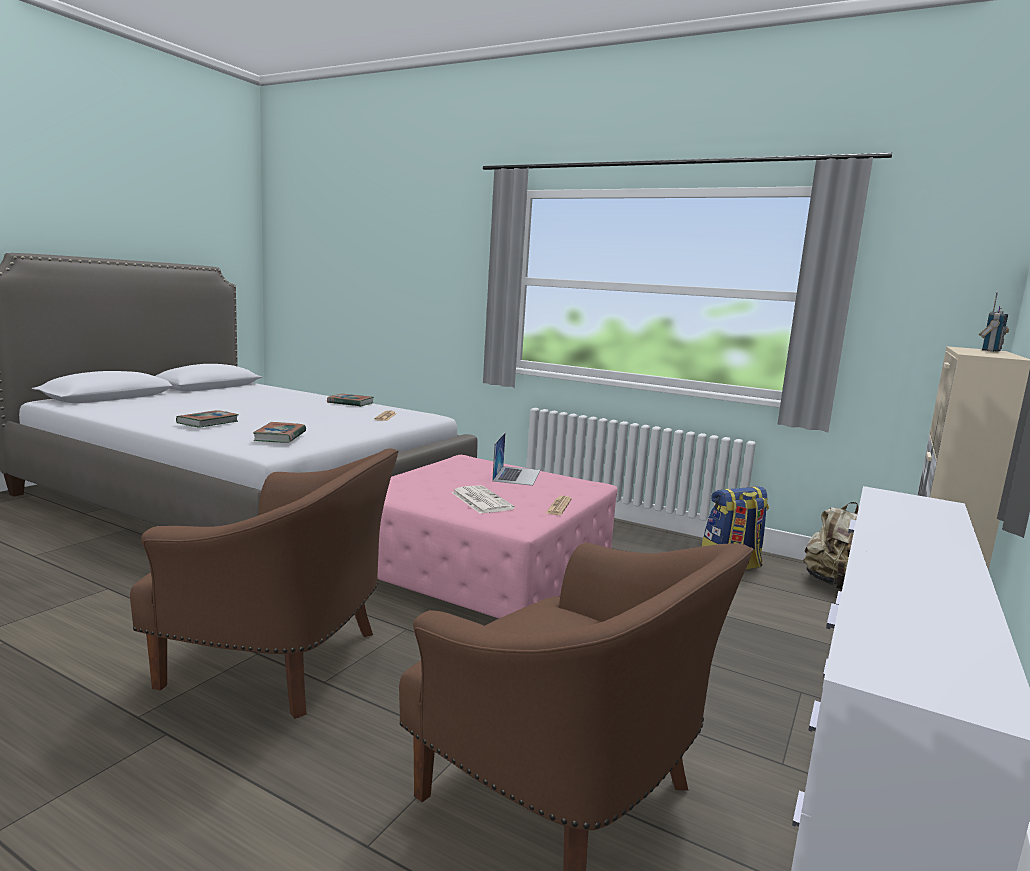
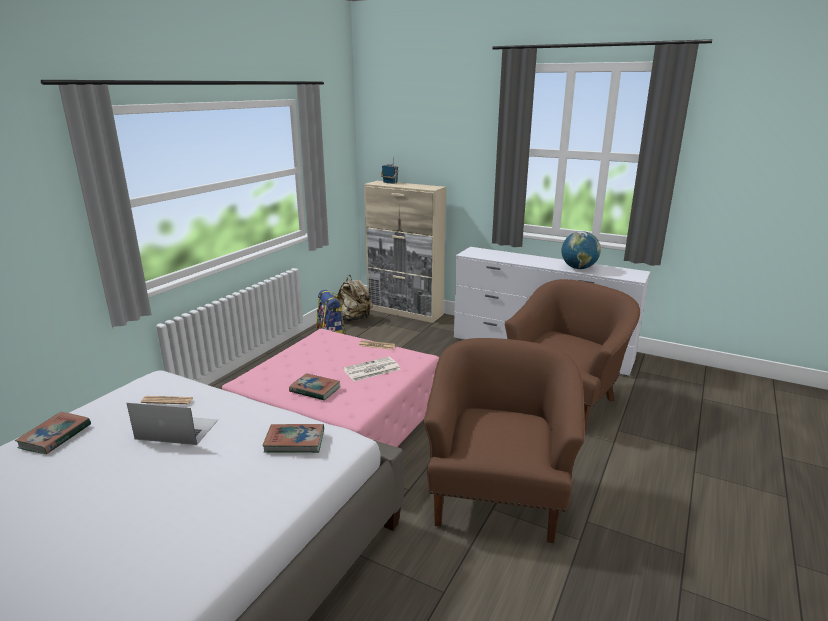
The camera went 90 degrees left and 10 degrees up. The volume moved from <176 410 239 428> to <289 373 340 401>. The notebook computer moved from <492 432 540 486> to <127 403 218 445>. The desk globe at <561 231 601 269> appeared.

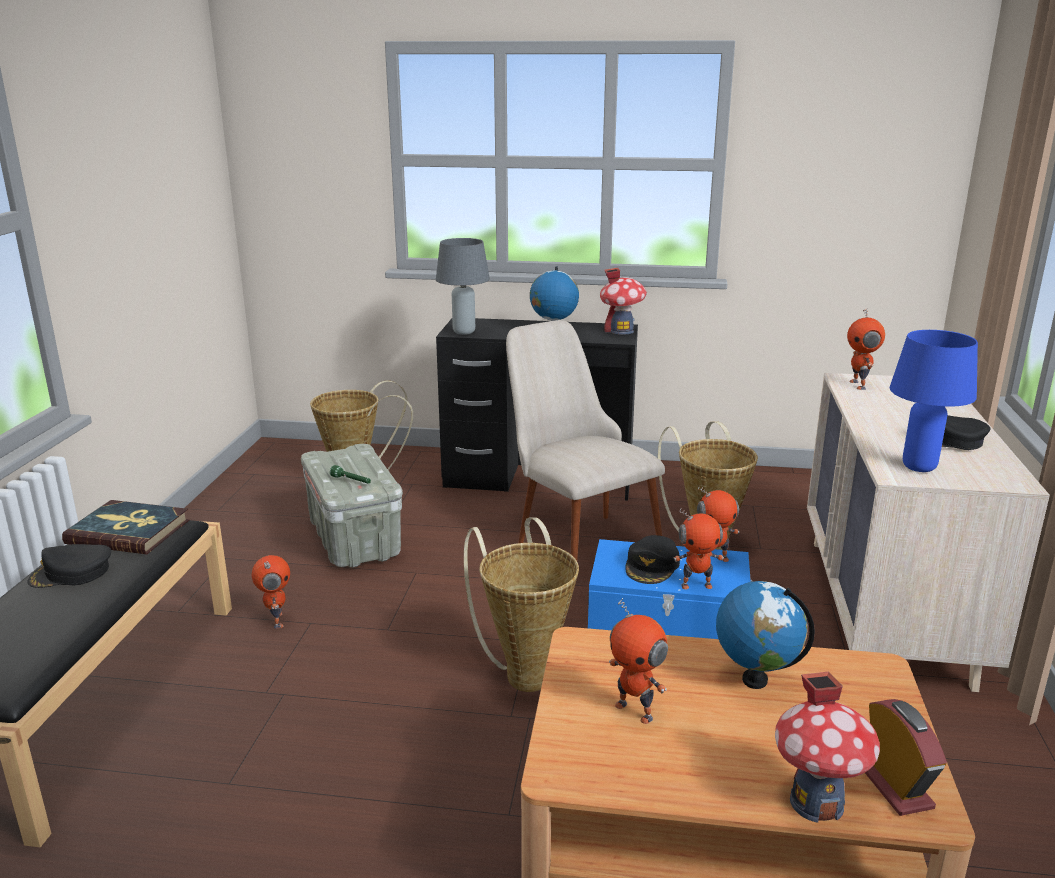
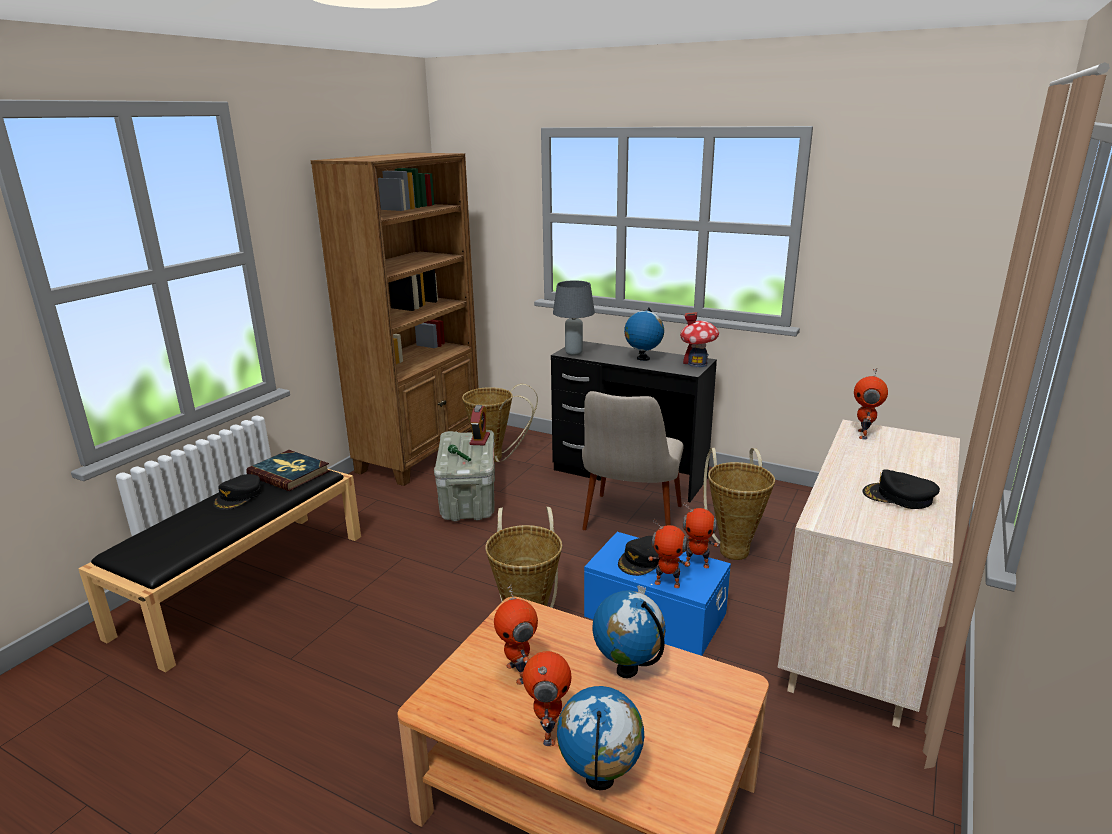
The camera went 20 degrees right and 0 degrees up. The plain chair in beige-coloured at <506 320 665 585> turned 150 degrees counterclockwise. The lamp for a table in blue at <890 330 978 472> disappeared. The cap in black at <27 544 111 588> turned 75 degrees counterclockwise. The robot figure moved from <252 555 290 629> to <523 651 572 746>. The toy house at <775 671 880 823> was replaced by the desk globe at <557 686 644 790>. The table clock moved from <865 699 947 816> to <470 405 490 445>. The shelving unit in brown at <310 153 479 486> appeared.

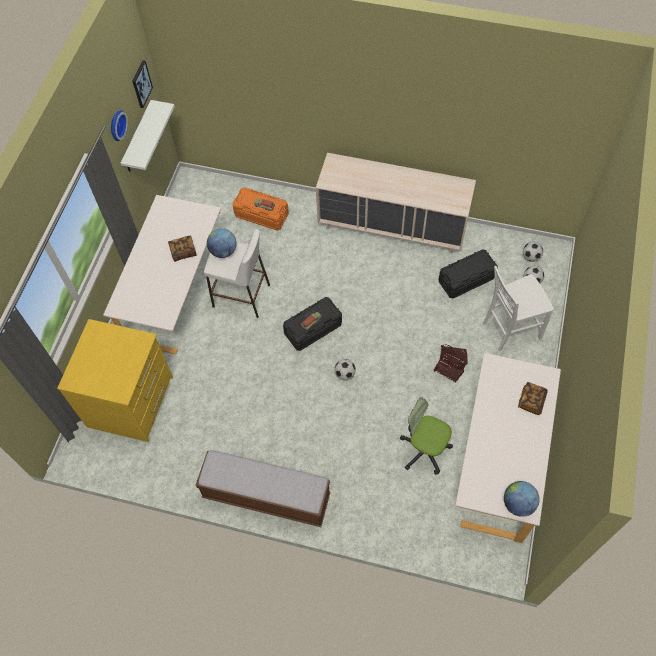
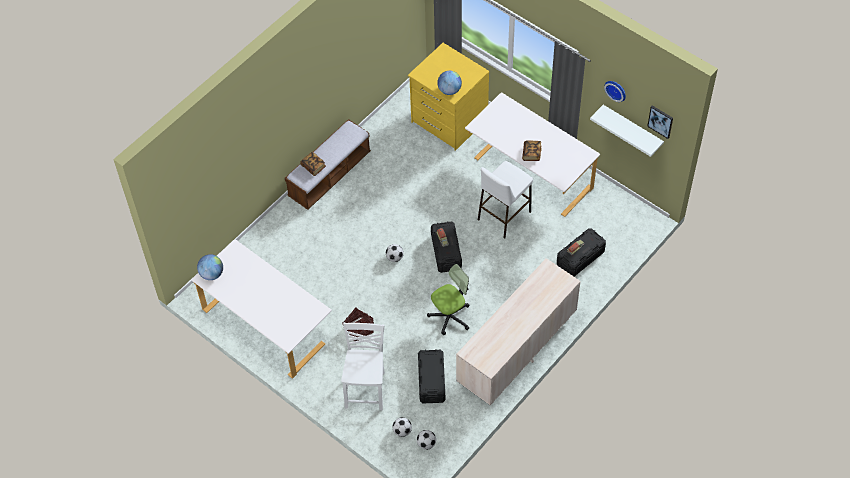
The camera went 115 degrees right and 5 degrees down. The storage box in orange-coloured at <232 187 289 231> became the storage box in black at <557 228 606 277>. The desk globe moved from <207 228 237 258> to <437 71 462 95>. The volume moved from <518 382 548 415> to <300 152 326 176>. The office chair moved from <400 397 453 474> to <427 264 470 335>.

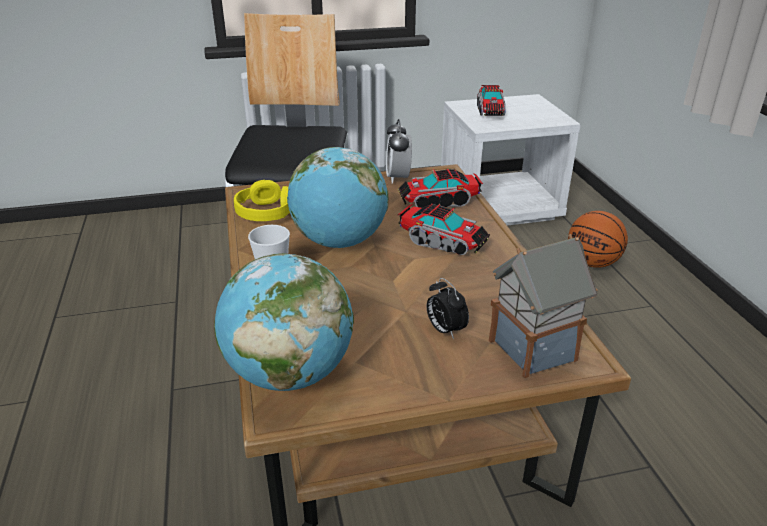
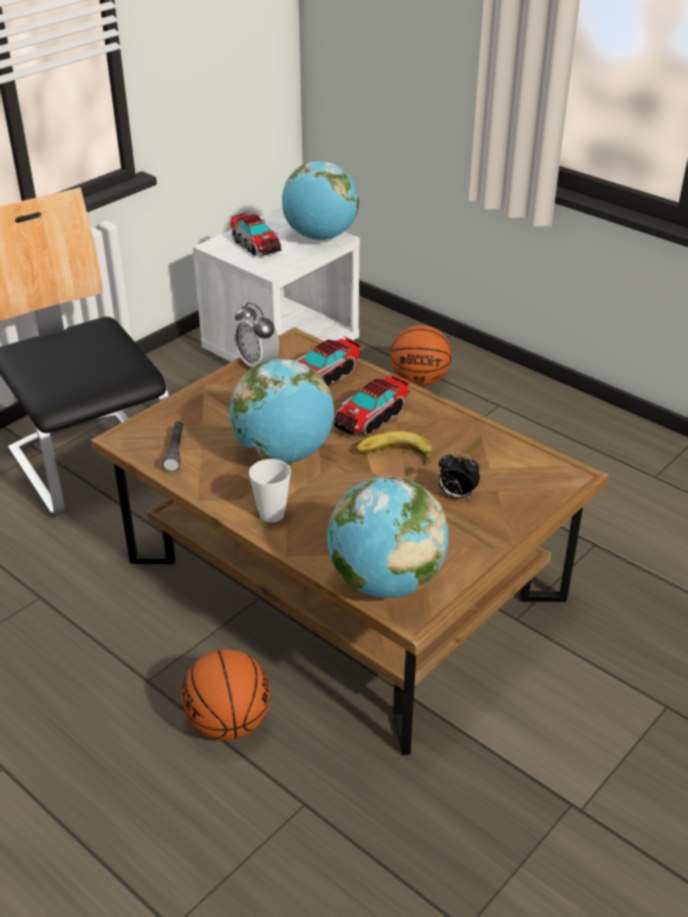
The camera went 35 degrees left and 5 degrees up. The headset in yellow at <234 180 290 221> was replaced by the flashlight in gray at <163 421 183 472>. The model truck at <398 204 490 255> turned 135 degrees clockwise. The toy house at <489 234 598 378> disappeared. The desk globe at <282 161 359 240> appeared. The whole banana at <356 431 433 464> appeared. The basketball ball at <181 649 271 741> appeared.

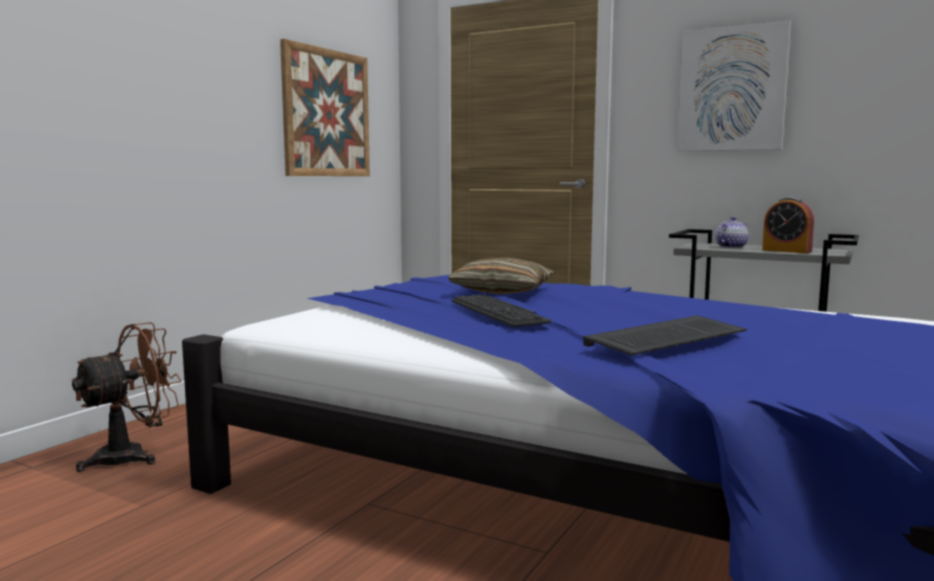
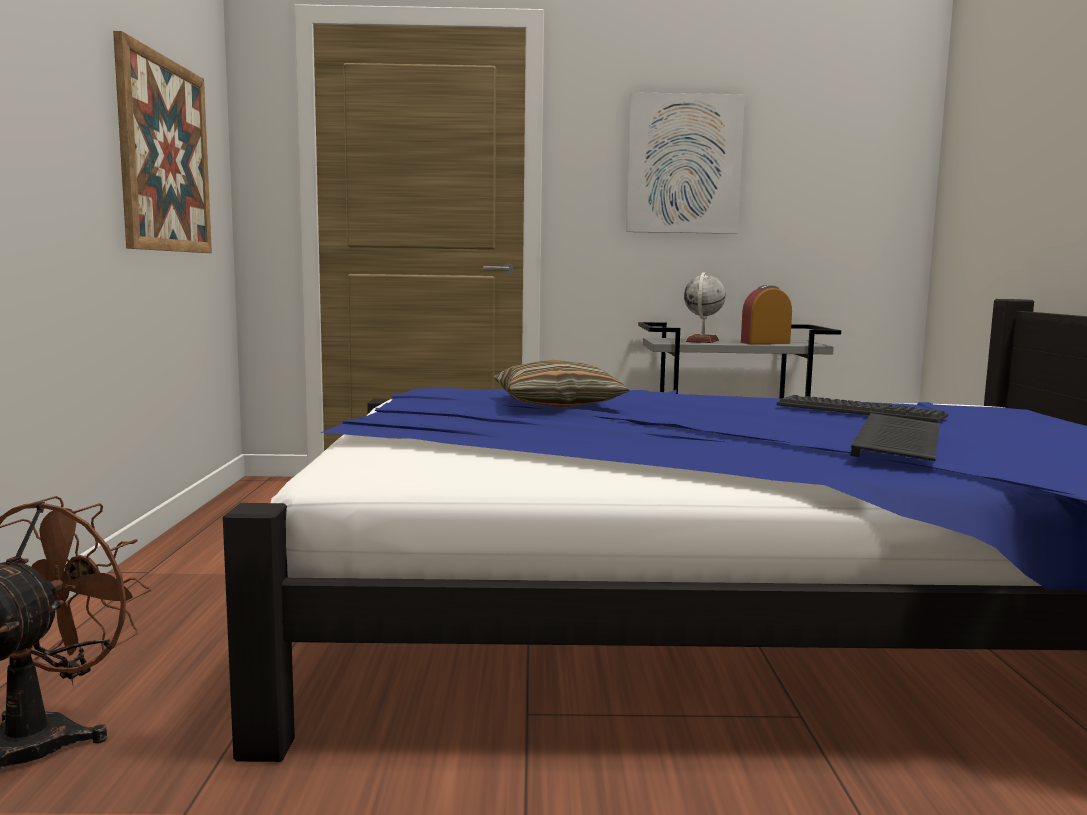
The camera went 30 degrees left and 0 degrees up. The table clock at <762 197 814 253> turned 150 degrees clockwise. The teapot at <715 217 749 248> was replaced by the desk globe at <684 272 726 343>. The PC keyboard moved from <452 294 551 327> to <777 395 949 422>.

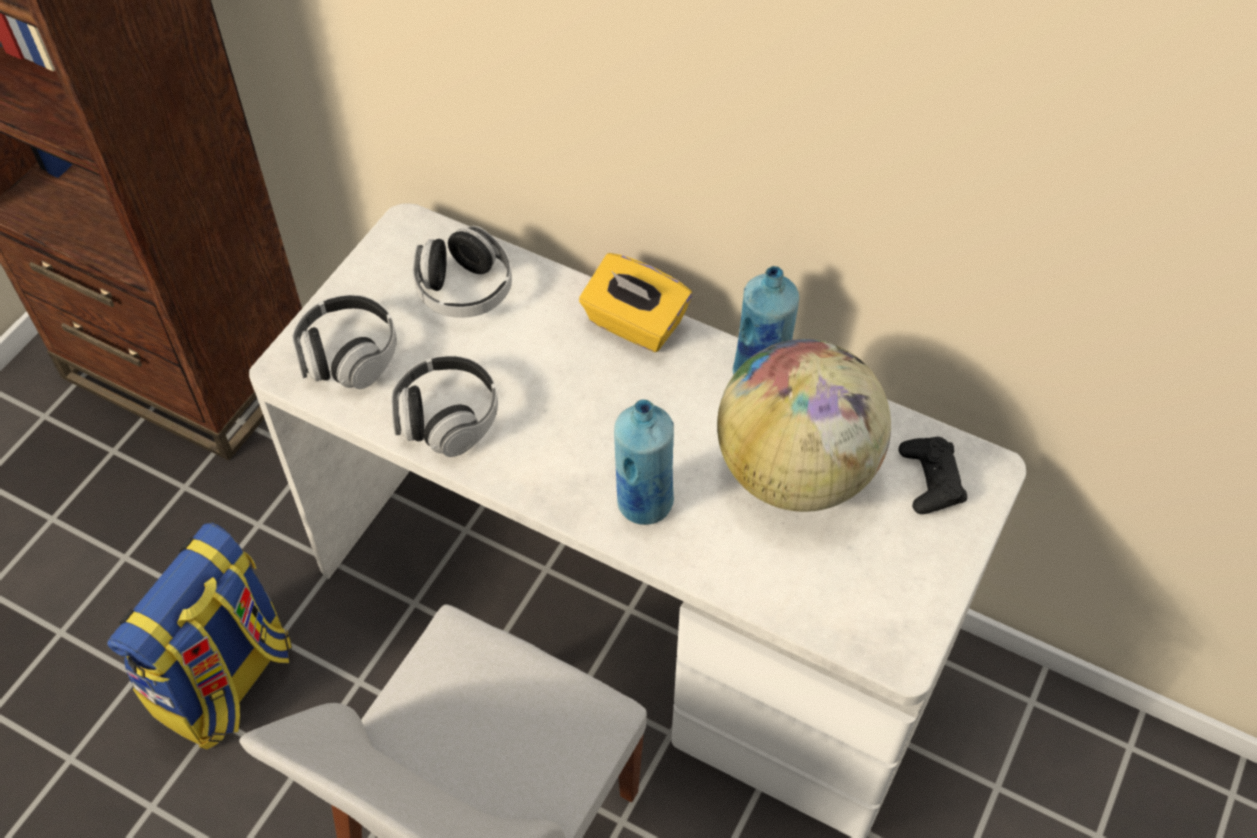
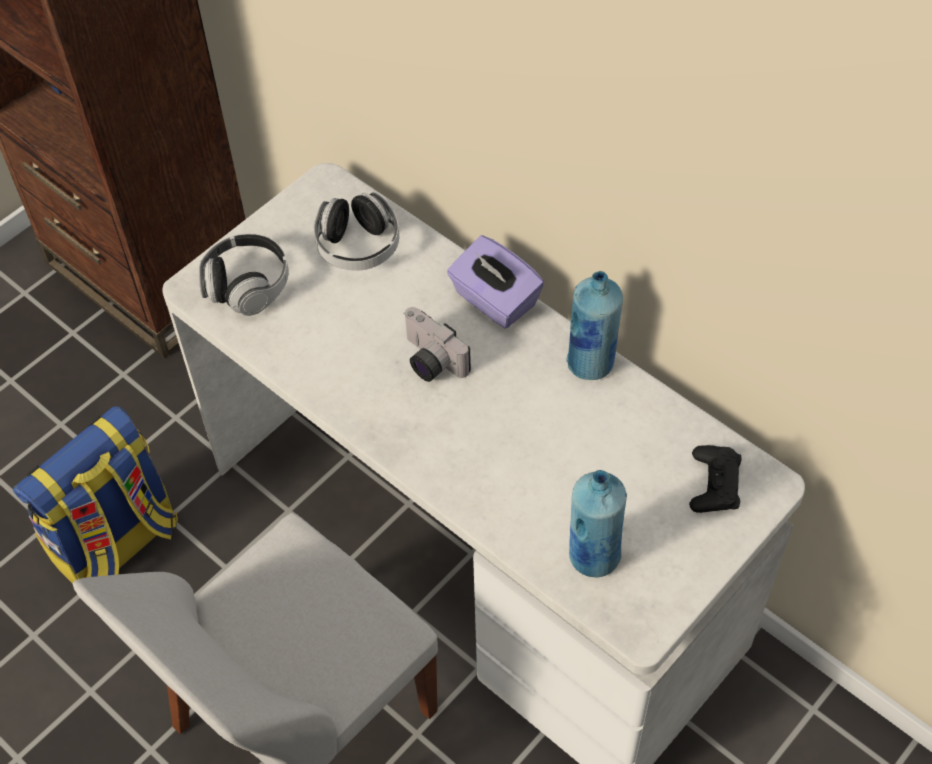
The camera went 15 degrees right and 0 degrees up. The box of tissues in yellow at <579 253 692 352> became the box of tissues in purple-coloured at <447 235 544 329>. The desk globe at <717 339 891 512> disappeared. The headset at <391 355 498 457> disappeared. The drink bottle in blue moved from <614 399 674 525> to <569 470 627 577>. The photo camera at <404 307 471 382> appeared.

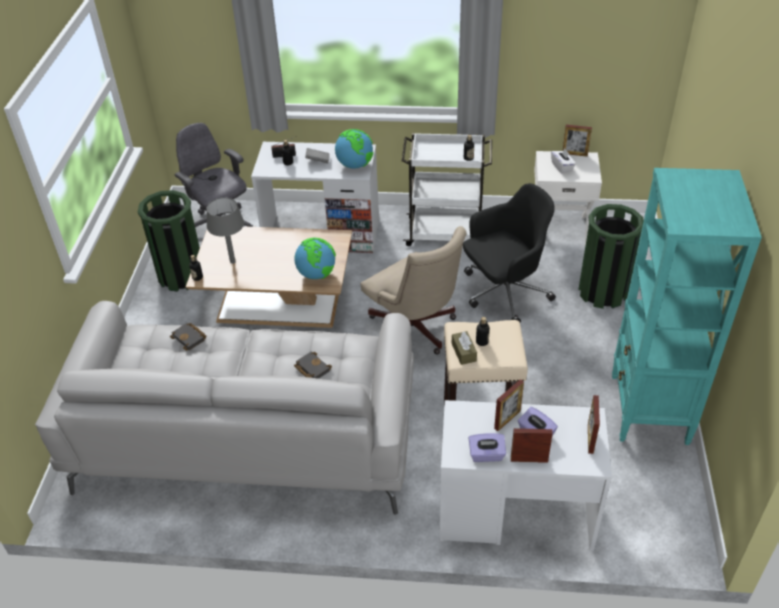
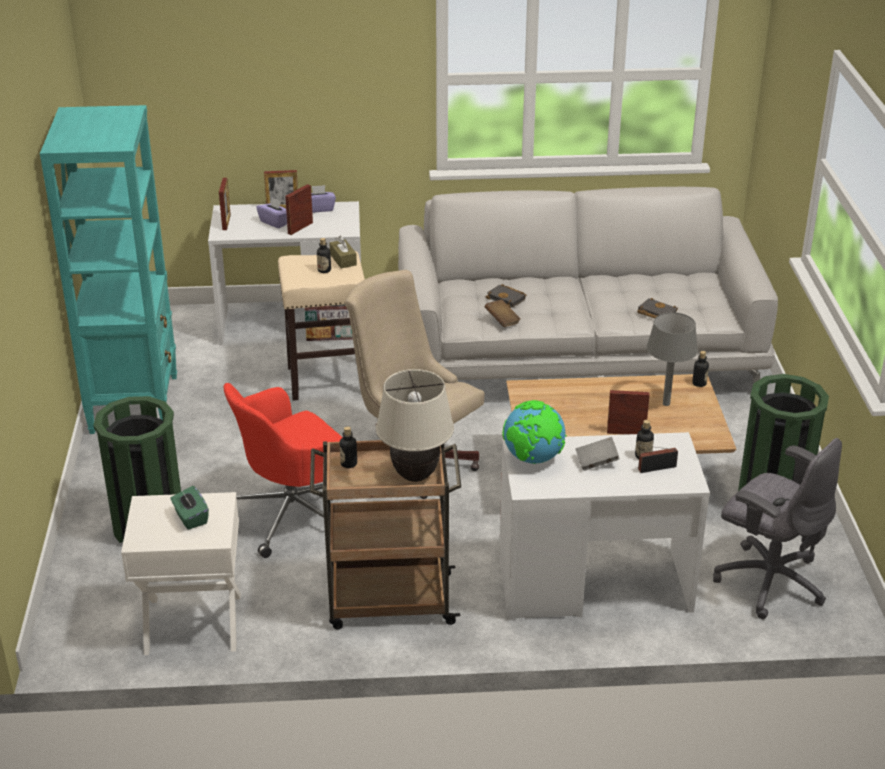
The camera went 170 degrees right and 10 degrees down. The photo frame moved from <563 125 592 157> to <607 390 650 435>. The wheeled cart in white at <402 133 492 246> became the wheeled cart in brown at <310 440 461 629>. The box of tissues in white at <551 148 576 173> became the box of tissues in green at <170 486 209 530>. The office chair in black at <463 183 556 323> became the office chair in red-coloured at <224 383 343 558>. The desk globe at <294 238 336 279> disappeared. The volume in brown at <485 299 520 327> appeared. The lamp for a table in beige-coloured at <376 369 454 482> appeared.

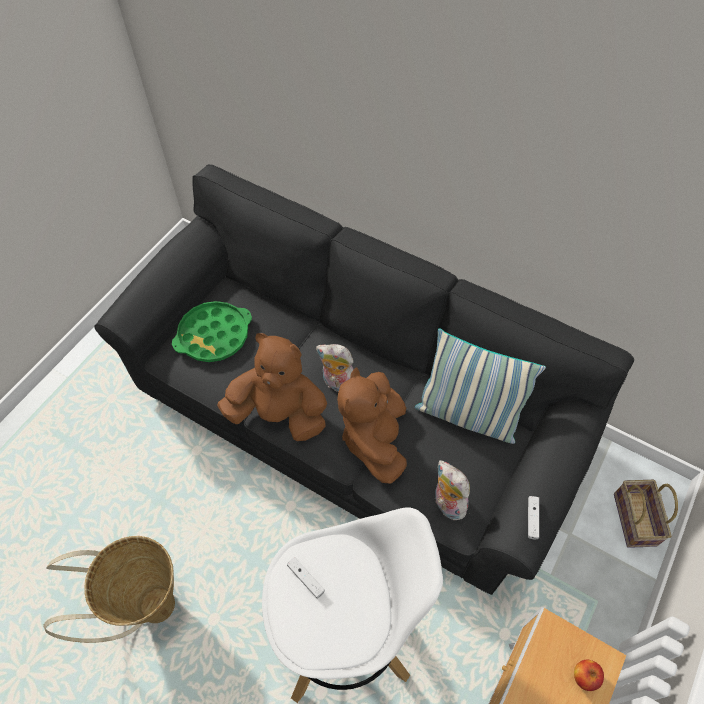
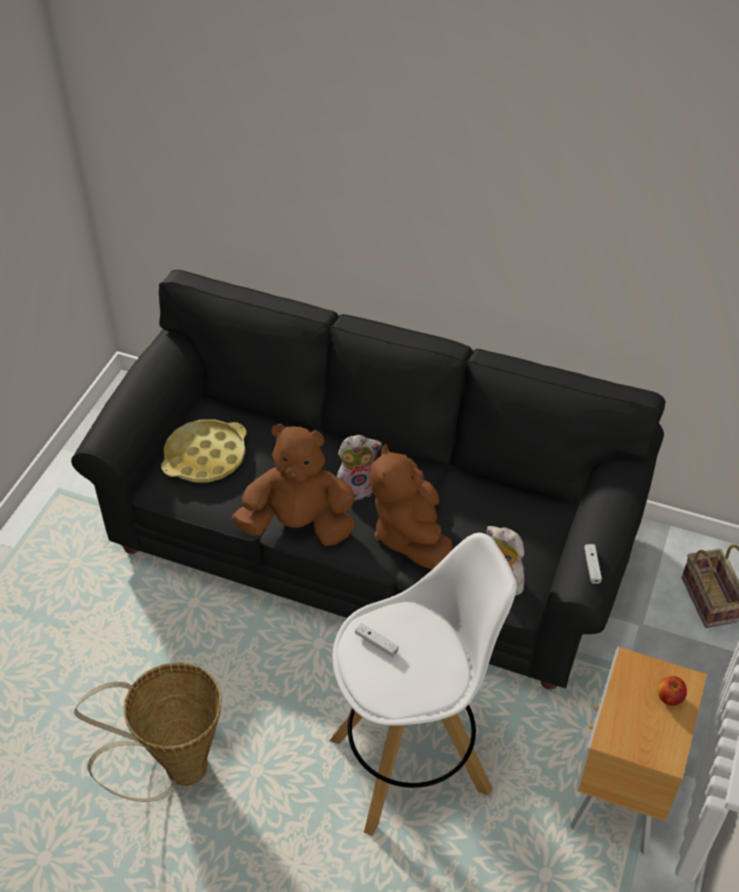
The camera went 10 degrees left and 10 degrees down. The carrying tray in green at <172 301 252 362> became the carrying tray in yellow at <161 419 247 482>. The cushion at <415 328 546 444> disappeared. The soft toy at <316 344 354 392> turned 150 degrees clockwise.

